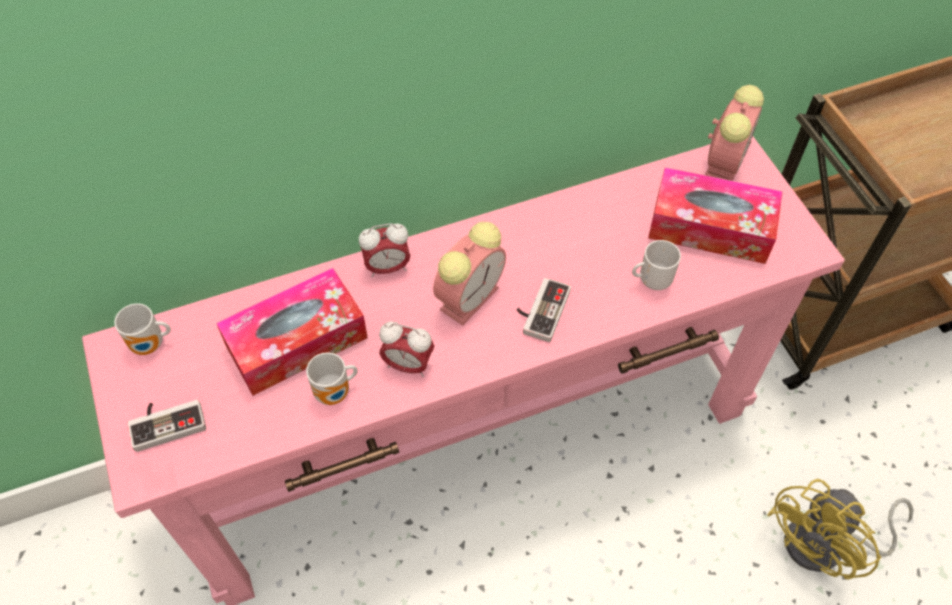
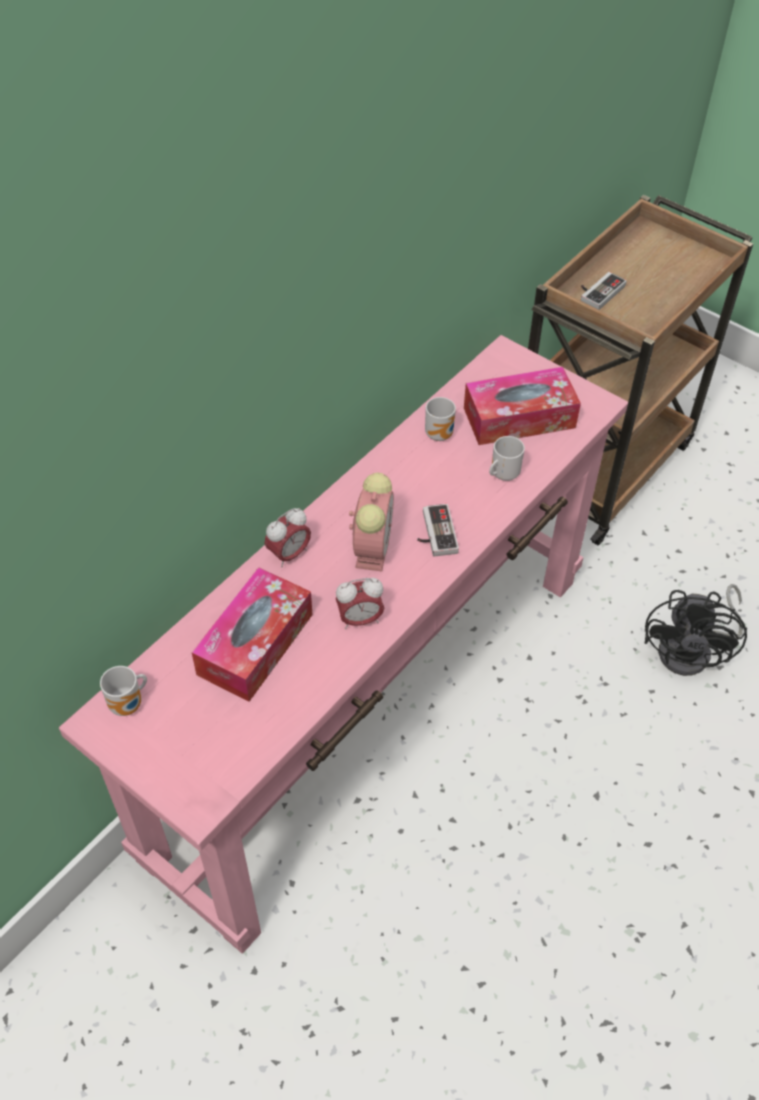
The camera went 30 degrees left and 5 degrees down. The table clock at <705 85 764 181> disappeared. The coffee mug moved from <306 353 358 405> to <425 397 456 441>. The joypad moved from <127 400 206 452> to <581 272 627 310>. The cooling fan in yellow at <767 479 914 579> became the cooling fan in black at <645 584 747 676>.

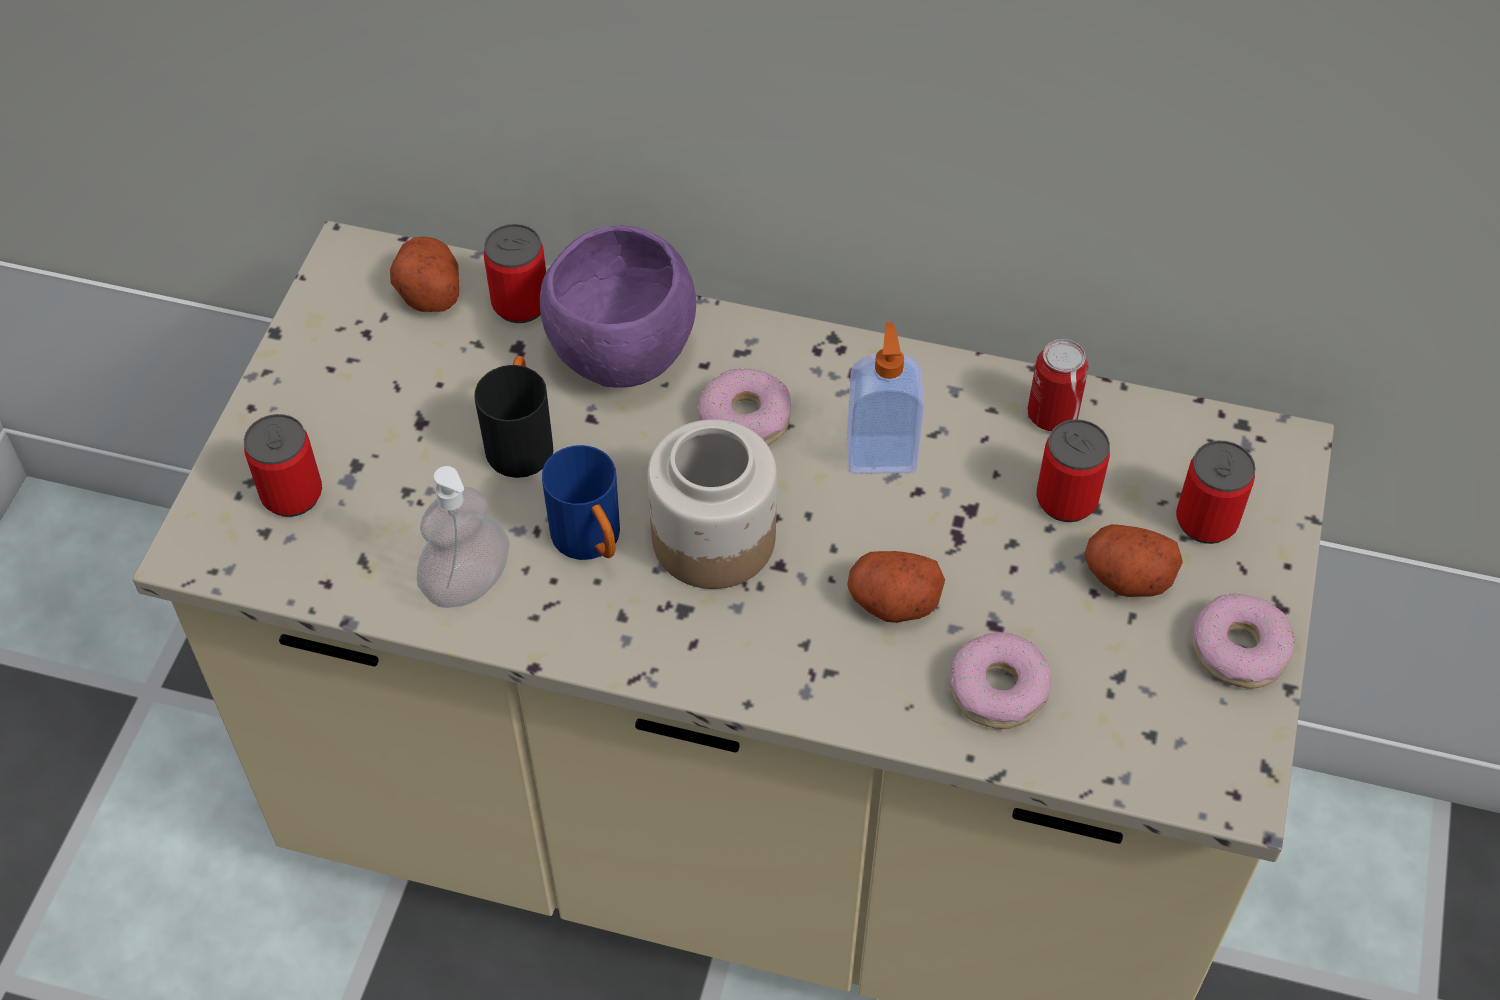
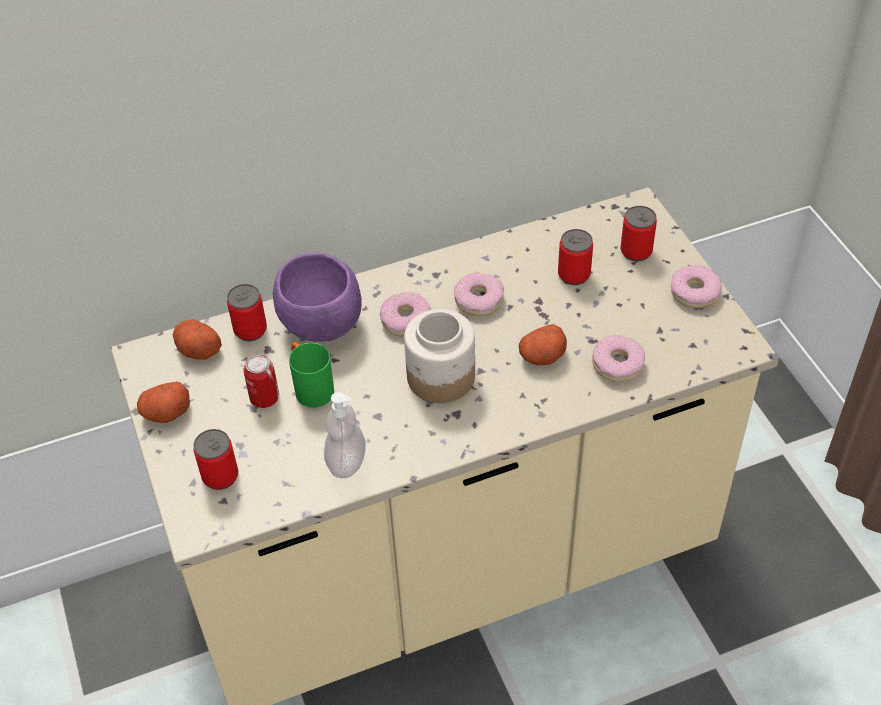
The camera went 35 degrees left and 5 degrees down. The liquid soap bottle at <847 322 924 474> was replaced by the donut at <454 273 504 316>. The metal can moved from <1028 339 1088 431> to <244 354 279 408>. The coffee mug in black at <474 356 553 478> became the coffee mug in green at <289 342 334 408>. The coffee mug in blue at <542 445 620 560> disappeared. The spud moved from <1085 524 1183 597> to <137 382 190 423>.

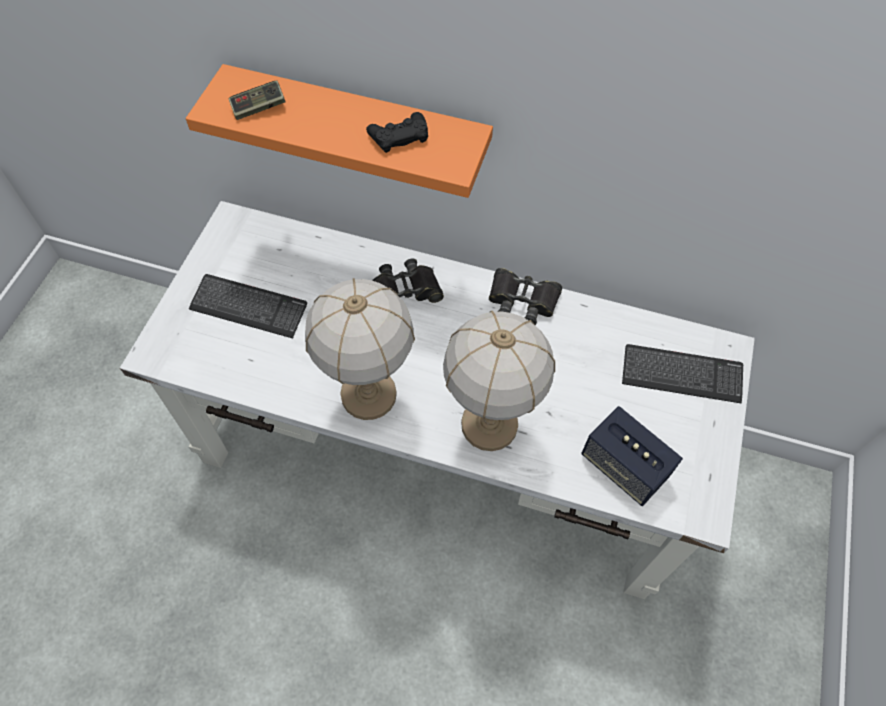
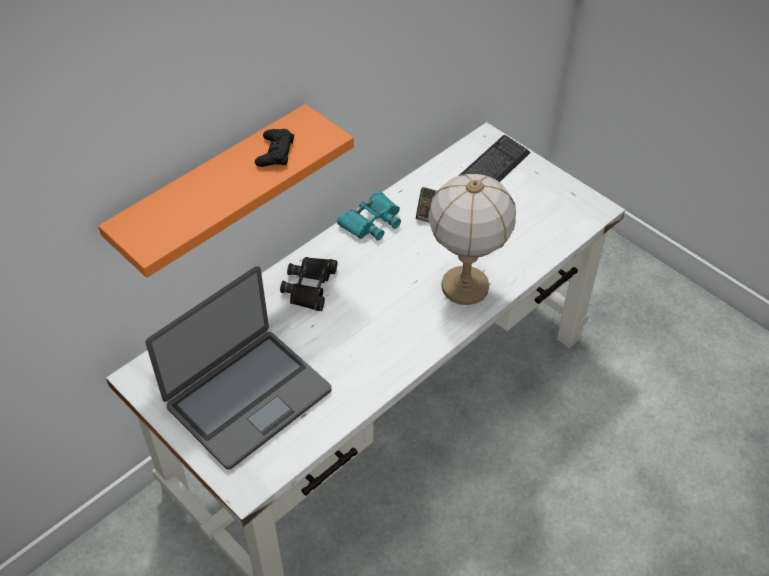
The camera went 60 degrees left and 10 degrees down. The joypad moved from <229 80 286 120> to <416 187 437 222>. The field glasses in black at <489 268 562 325> became the field glasses in turquoise at <337 190 401 241>. The PC keyboard at <189 274 307 339> was replaced by the notebook computer at <145 266 332 470>. The lamp for a table at <305 278 415 420> disappeared. The audio speaker at <582 406 683 506> disappeared.

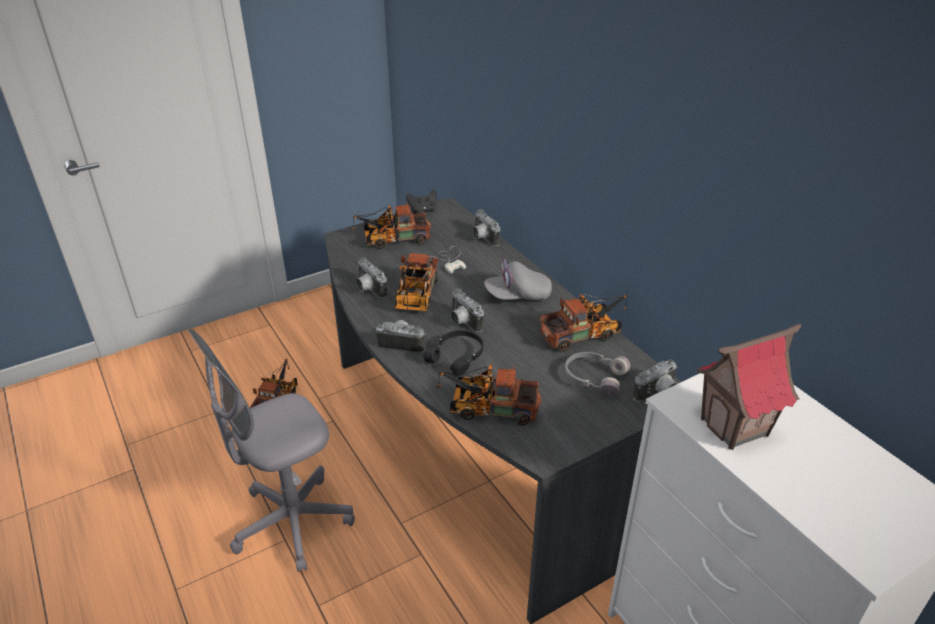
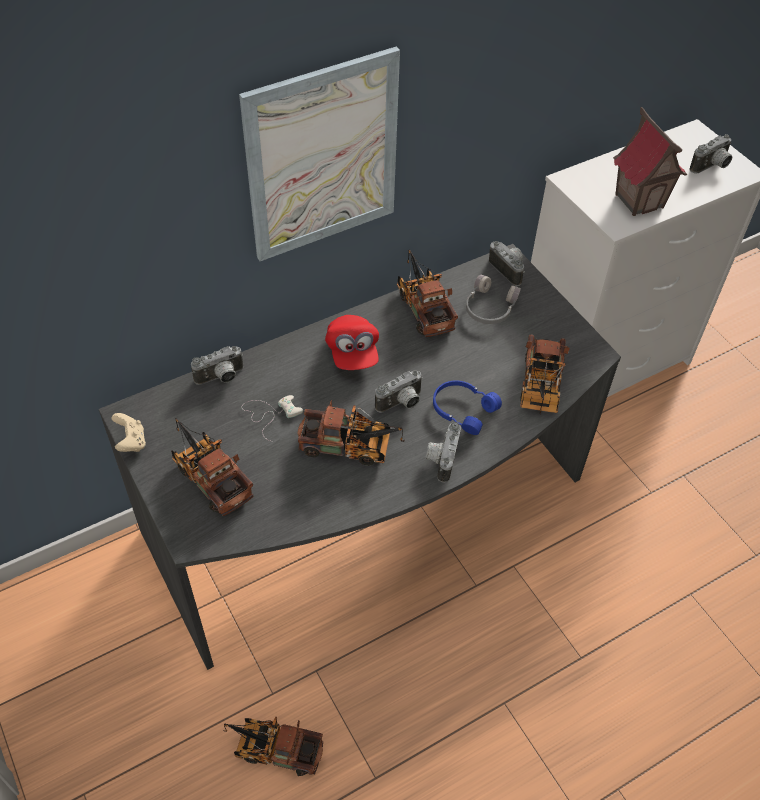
The camera went 90 degrees left and 15 degrees up. The joypad in black at <406 190 437 214> became the joypad in beige-coloured at <111 413 146 452>. The model truck at <352 203 431 249> turned 150 degrees clockwise. The photo camera moved from <356 257 387 298> to <689 134 732 174>. The cap in gray at <484 258 552 300> became the cap in red-coloured at <325 315 379 370>. The office chair in gray at <188 329 355 572> disappeared. The headset in black at <424 330 483 377> became the headset in blue at <433 380 502 435>. The wall picture at <239 47 400 261> appeared.

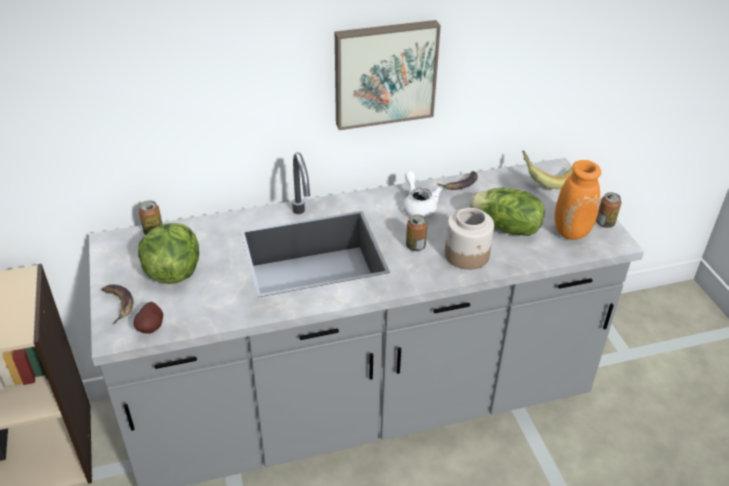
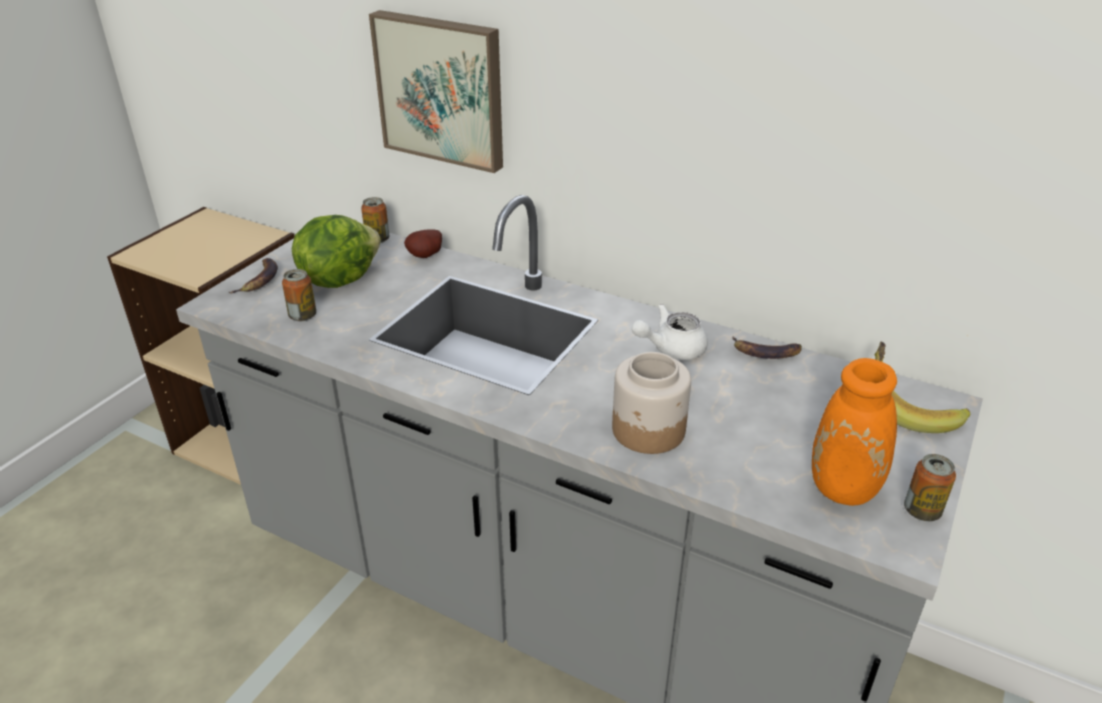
The camera went 45 degrees right and 5 degrees down. The wall picture moved from <335 20 441 130> to <369 10 503 173>. The teapot in white at <403 171 442 218> turned 135 degrees counterclockwise. The lettuce head at <470 188 545 236> disappeared. The metal can moved from <406 214 428 251> to <282 269 316 321>. The spud moved from <133 302 163 334> to <404 229 442 258>.

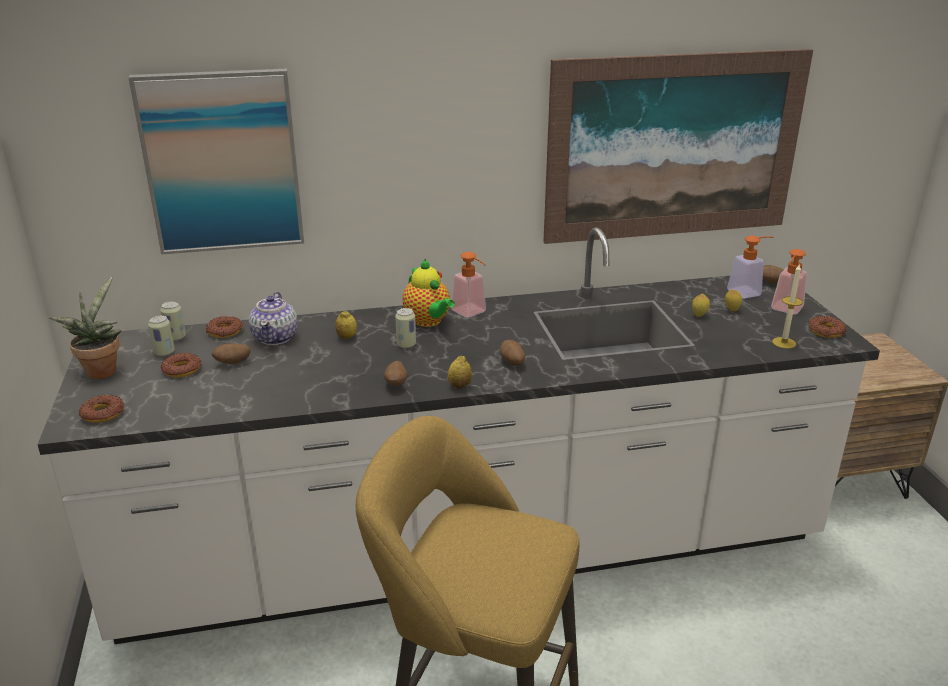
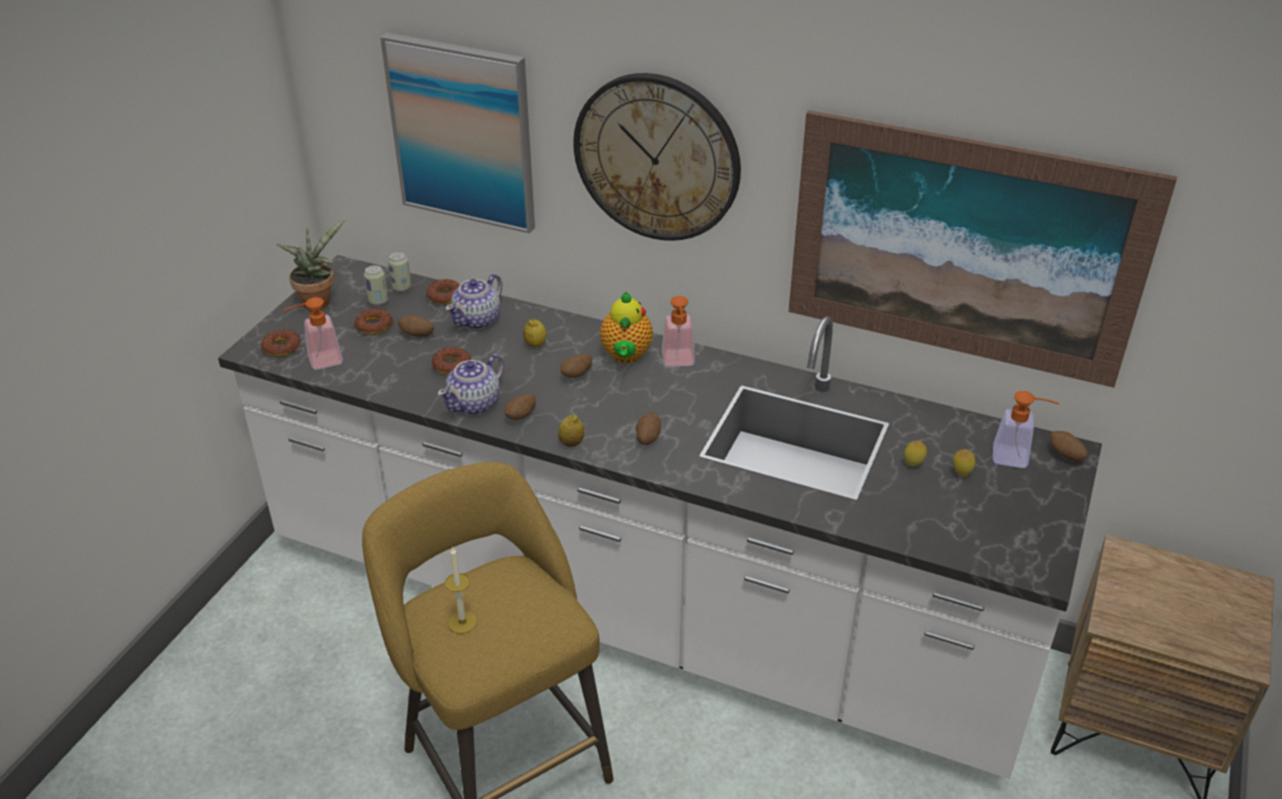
The camera went 35 degrees right and 10 degrees up. The liquid soap bottle moved from <771 249 807 315> to <284 297 343 370>. The candle moved from <772 263 803 349> to <445 546 477 634>. The metal can at <395 308 416 348> was replaced by the spud at <560 354 592 378>. The donut moved from <808 316 846 338> to <432 347 471 375>. The wall clock at <573 73 741 241> appeared. The teapot at <437 354 504 415> appeared.

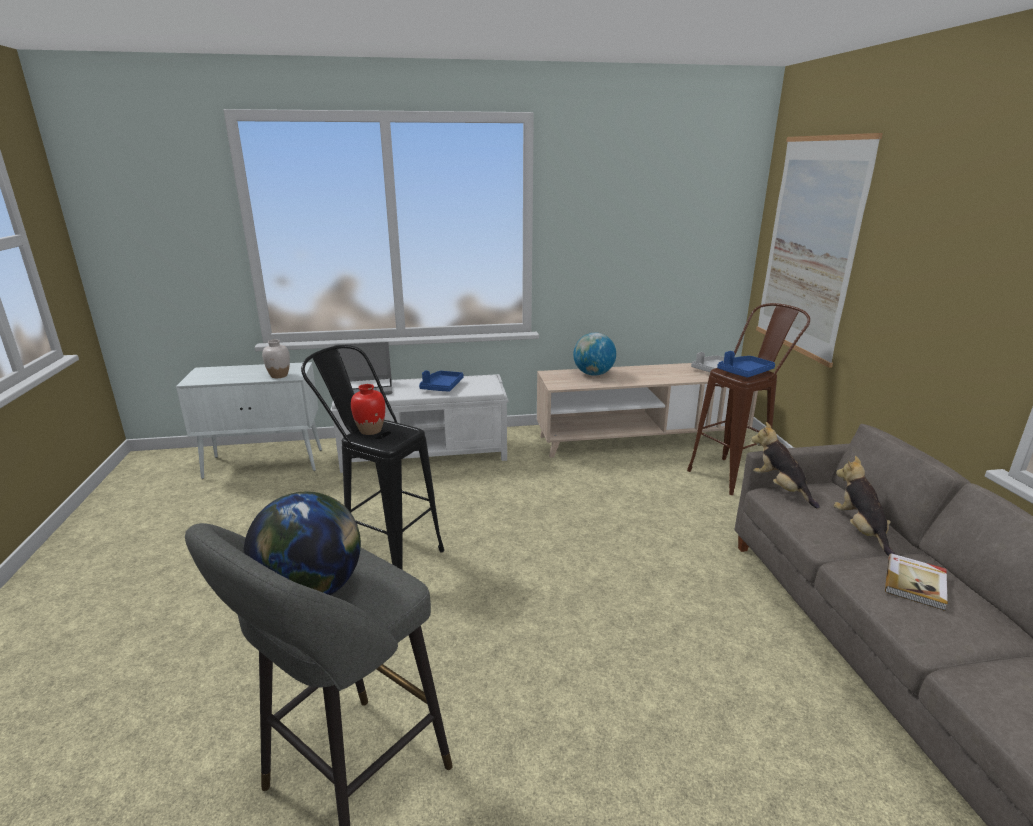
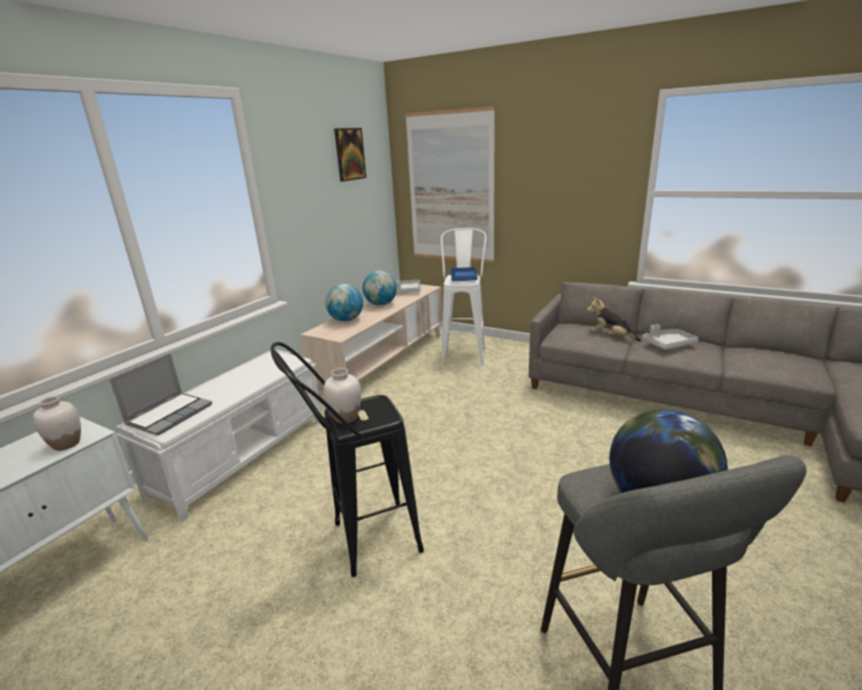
The camera went 50 degrees left and 0 degrees up. The stool seat in brown at <687 303 810 495> became the stool seat in white at <441 228 487 365>. The carrying tray in blue at <419 370 464 392> disappeared. The decorative vase in red-coloured at <351 384 385 435> became the decorative vase in white at <323 368 361 424>. The soft toy at <751 422 820 509> disappeared. The volume at <885 553 948 611> was replaced by the carrying tray in gray at <643 324 698 350>. The wall picture at <334 128 366 182> appeared. The desk globe at <363 271 397 306> appeared.

